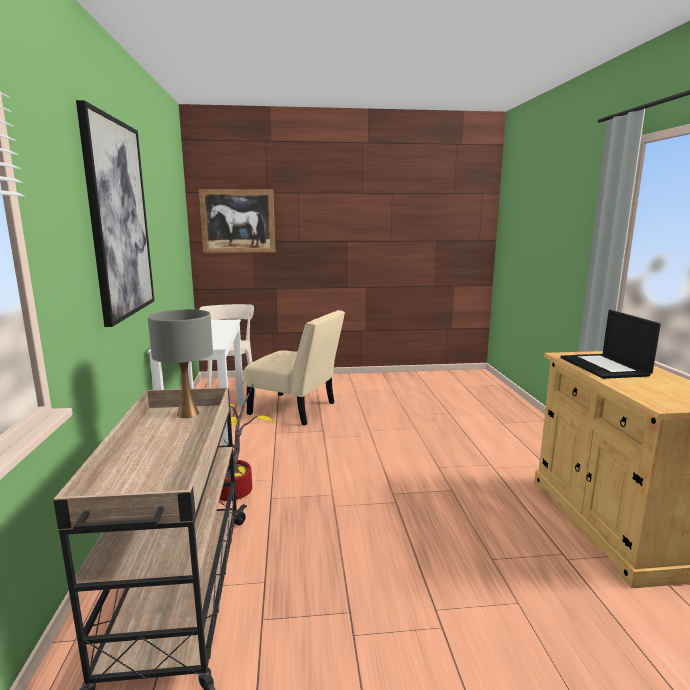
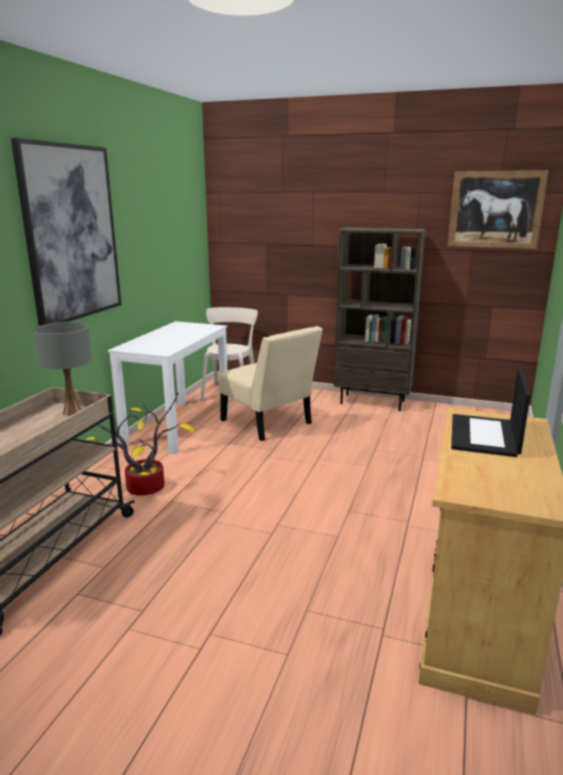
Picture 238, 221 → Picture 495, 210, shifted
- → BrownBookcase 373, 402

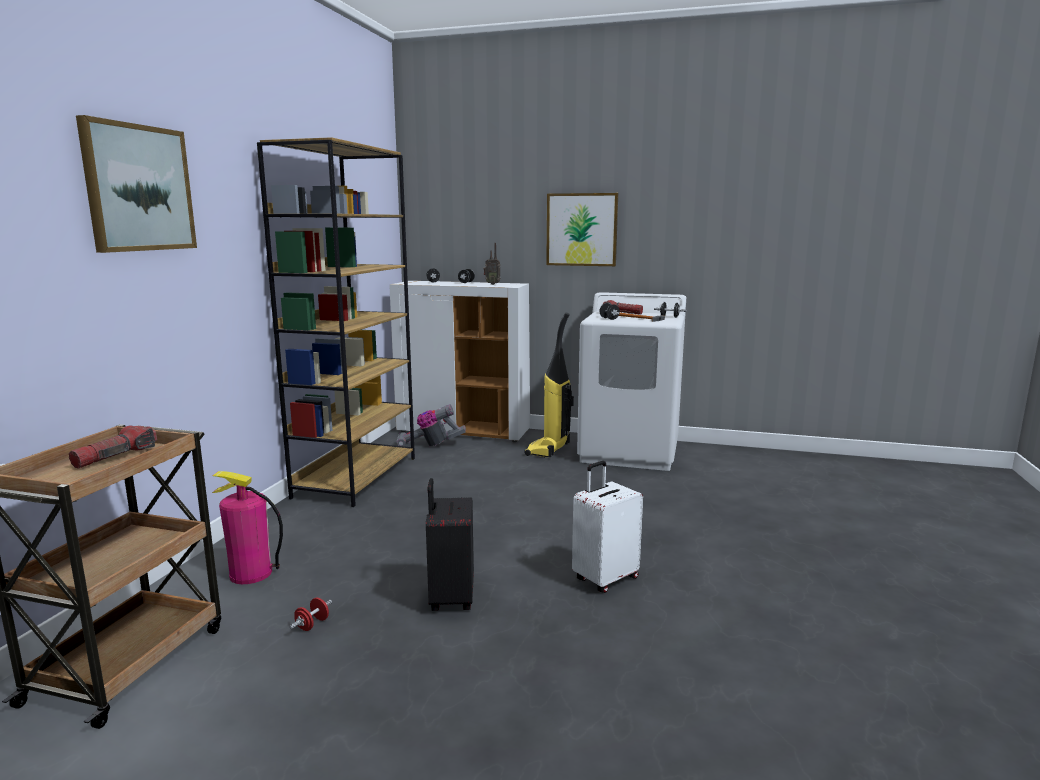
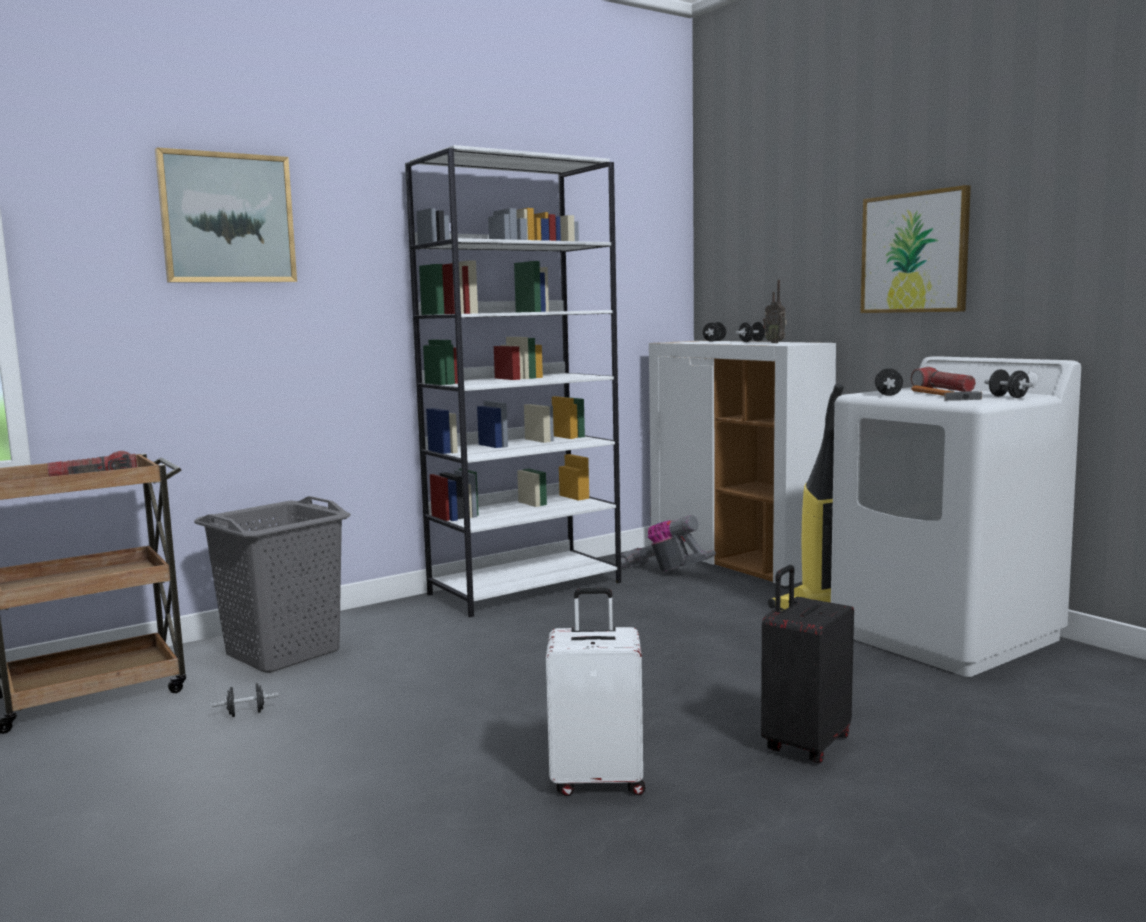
BrownBookcase 356, 477 → WhiteBookcase 526, 588
FireExtinguisher 251, 574 → GreyLaundryBasket 282, 653
BlackSuitcase 450, 598 → BlackSuitcase 804, 744, shifted
RedDumbbell 312, 624 → BlackDumbbell 246, 713

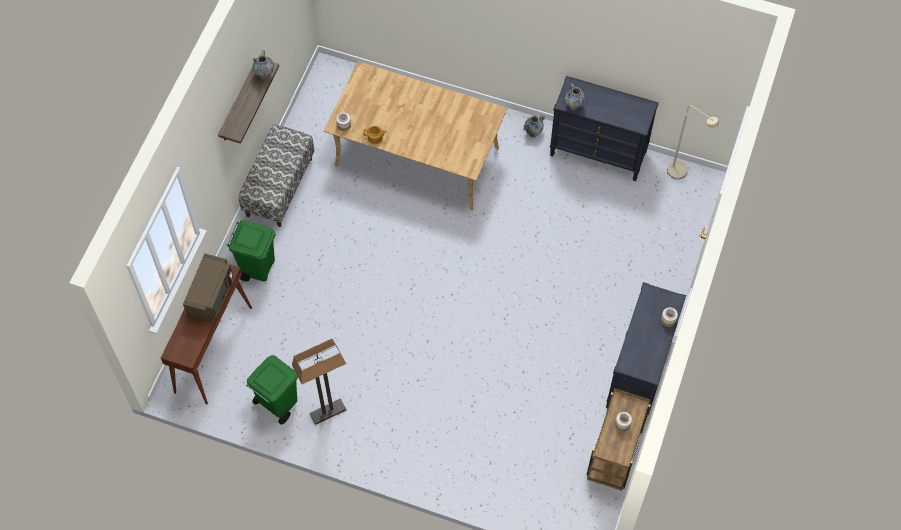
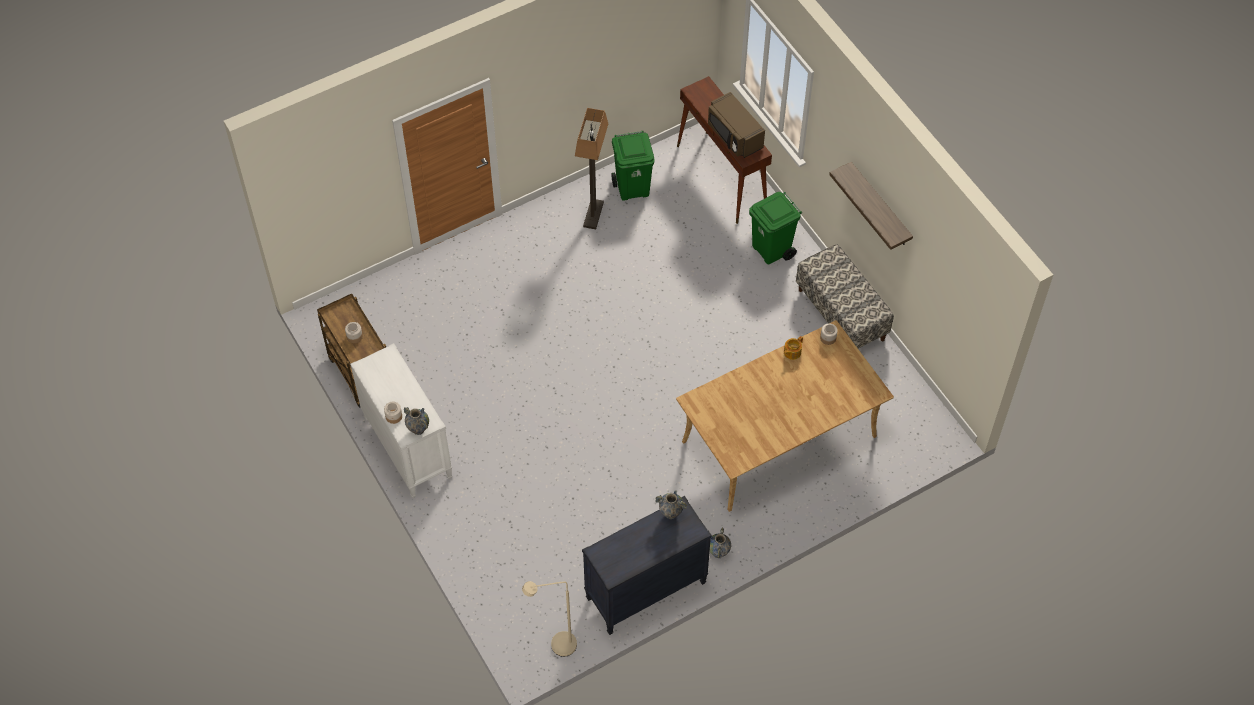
Vase 265, 75 → Vase 418, 429, shifted
BlackDresser 639, 373 → WhiteDresser 407, 448

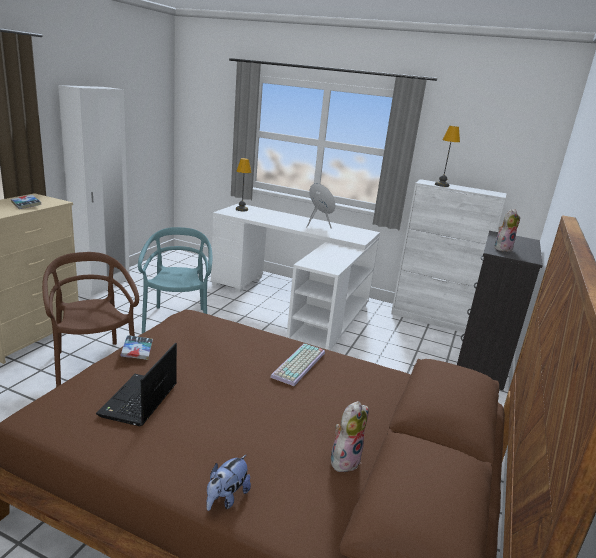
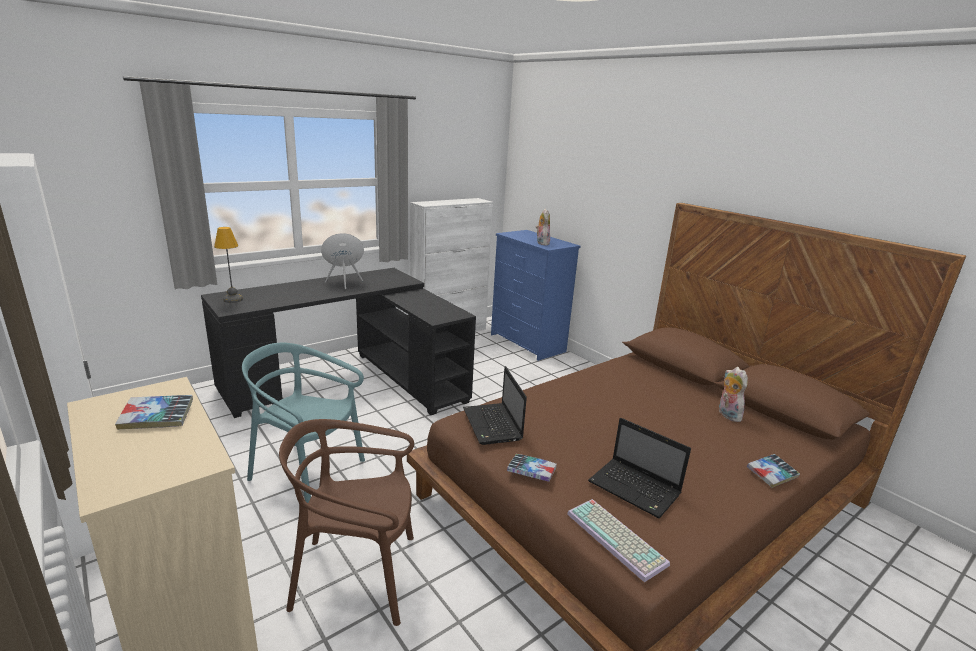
TableLamp 441, 185 → -
WhiteDesk 296, 304 → BlackDesk 352, 381
BlackDresser 480, 363 → BlueDresser 527, 343
Keyboard 299, 365 → Keyboard 618, 538, shifted
PlushToy 226, 498 → Book 771, 474
- → Laptop 493, 425

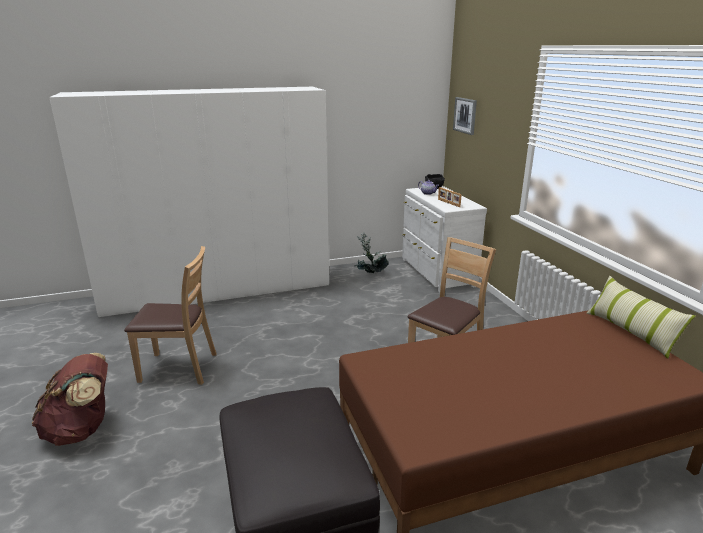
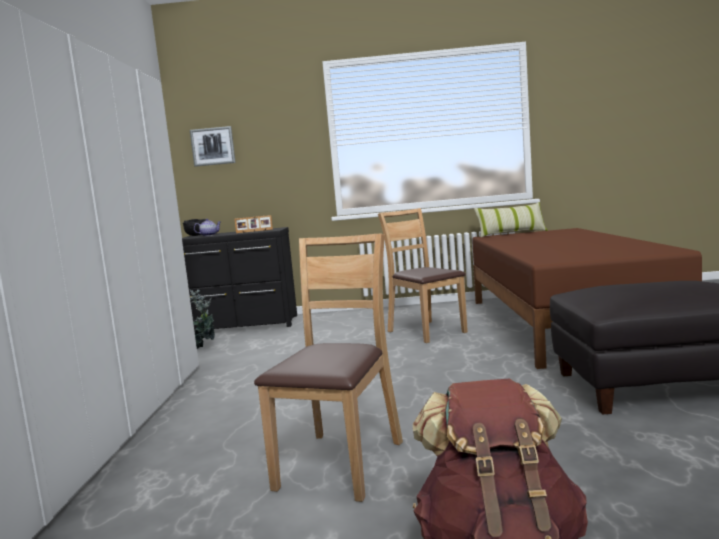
WhiteDresser 436, 273 → BlackDresser 244, 325

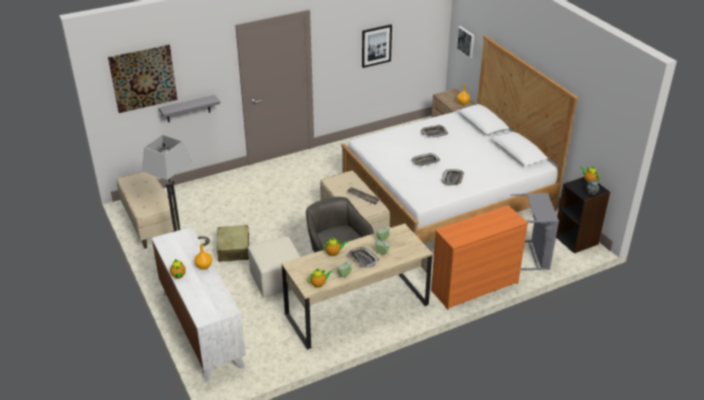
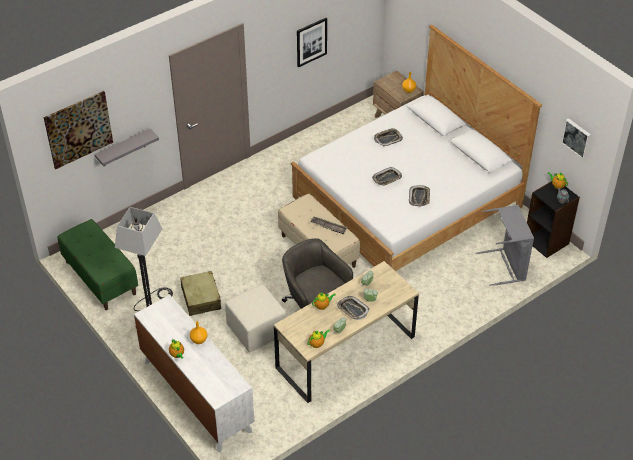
Picture 466, 41 → Picture 577, 137, shifted
BeigeBench 149, 223 → GreenBench 100, 278
OrangeDresser 474, 286 → -

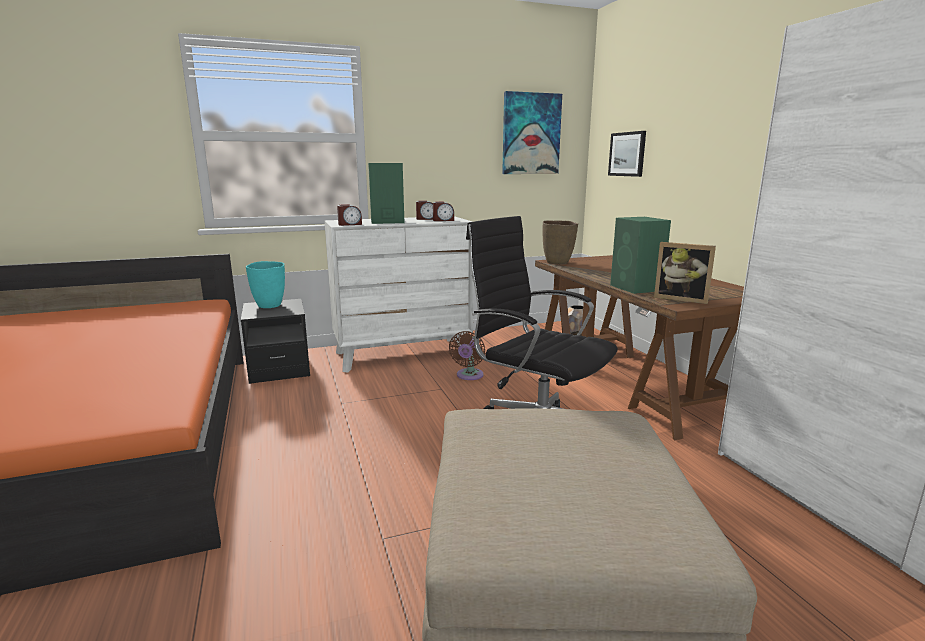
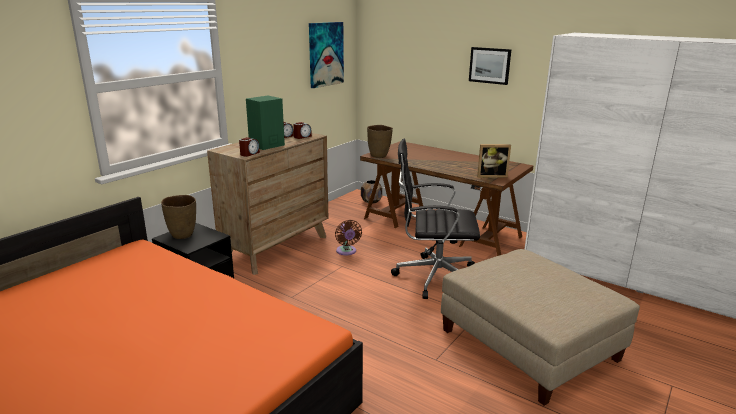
Picture 627, 154 → Picture 489, 65, shifted
WhiteDresser 402, 354 → BrownDresser 276, 248
GreenSpeaker 636, 288 → -
TurquoiseVase 269, 305 → BrownVase 183, 235

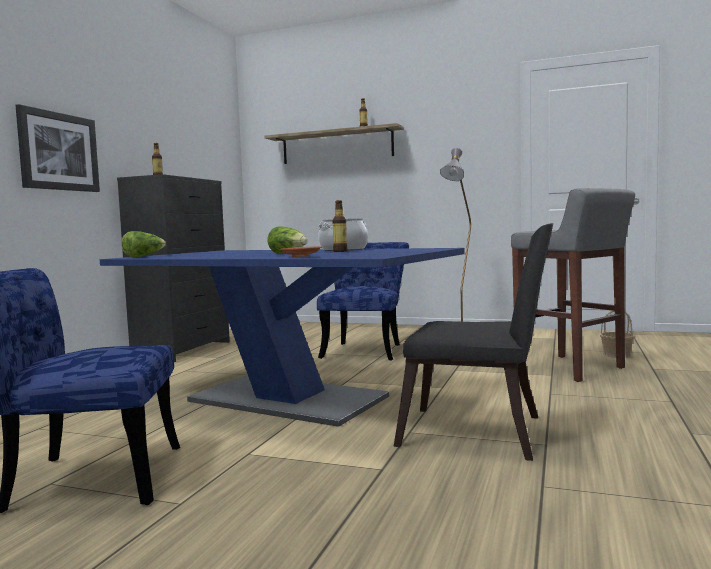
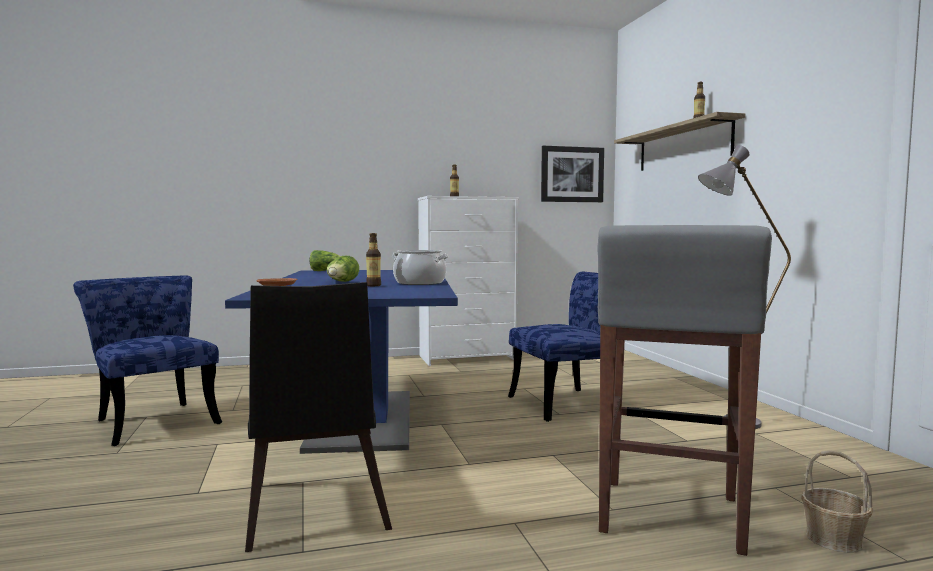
Picture 58, 151 → Picture 572, 174, shifted
BlackDresser 183, 350 → WhiteDresser 468, 358

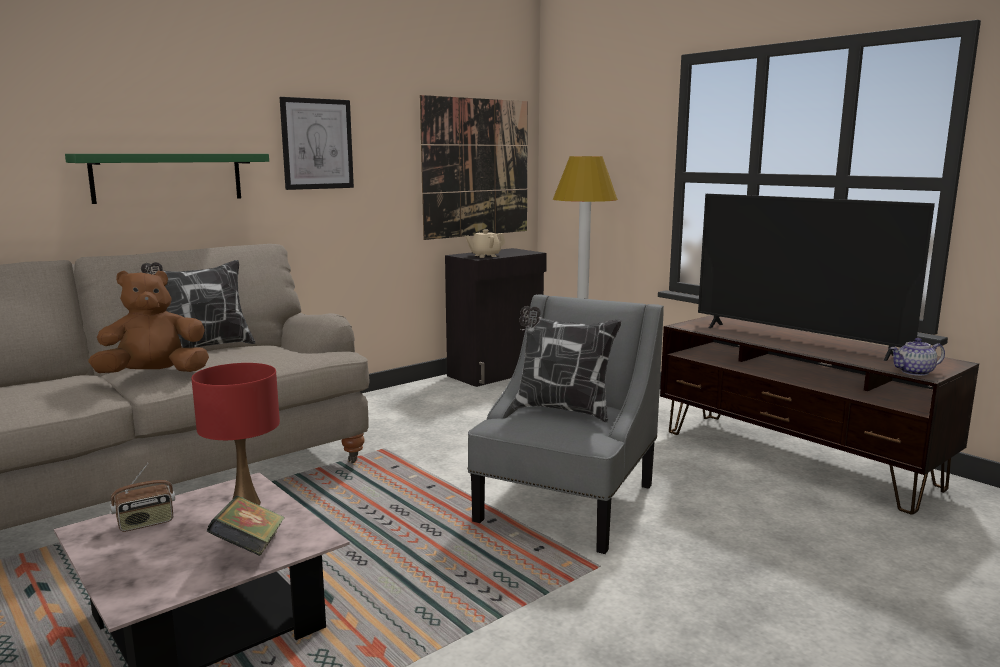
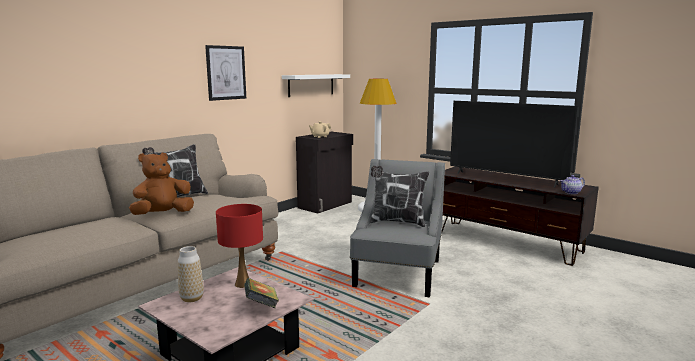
Picture 476, 168 → WhiteShelf 311, 85
GreenShelf 168, 177 → -
Radio 146, 523 → Vase 192, 298

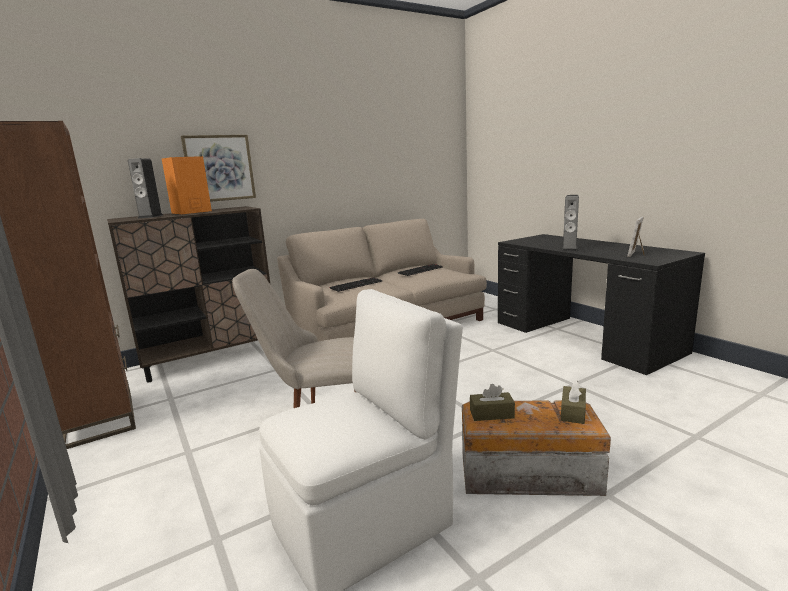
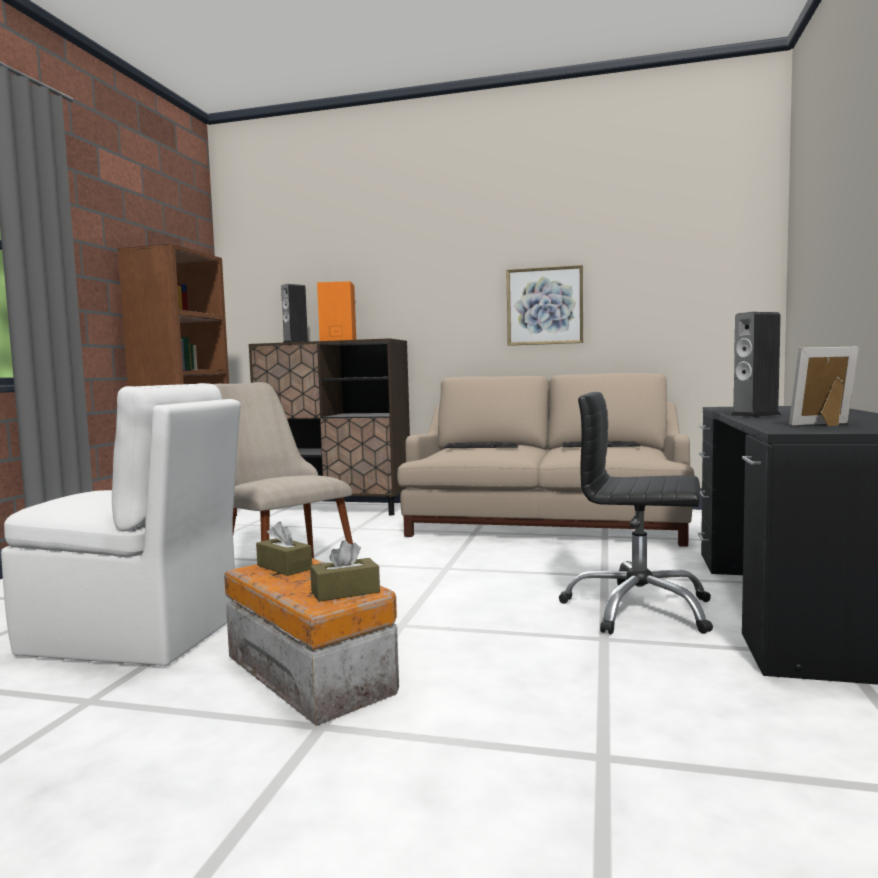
Picture 219, 168 → Picture 544, 306, shifted
- → BlackOfficeChair 638, 609

